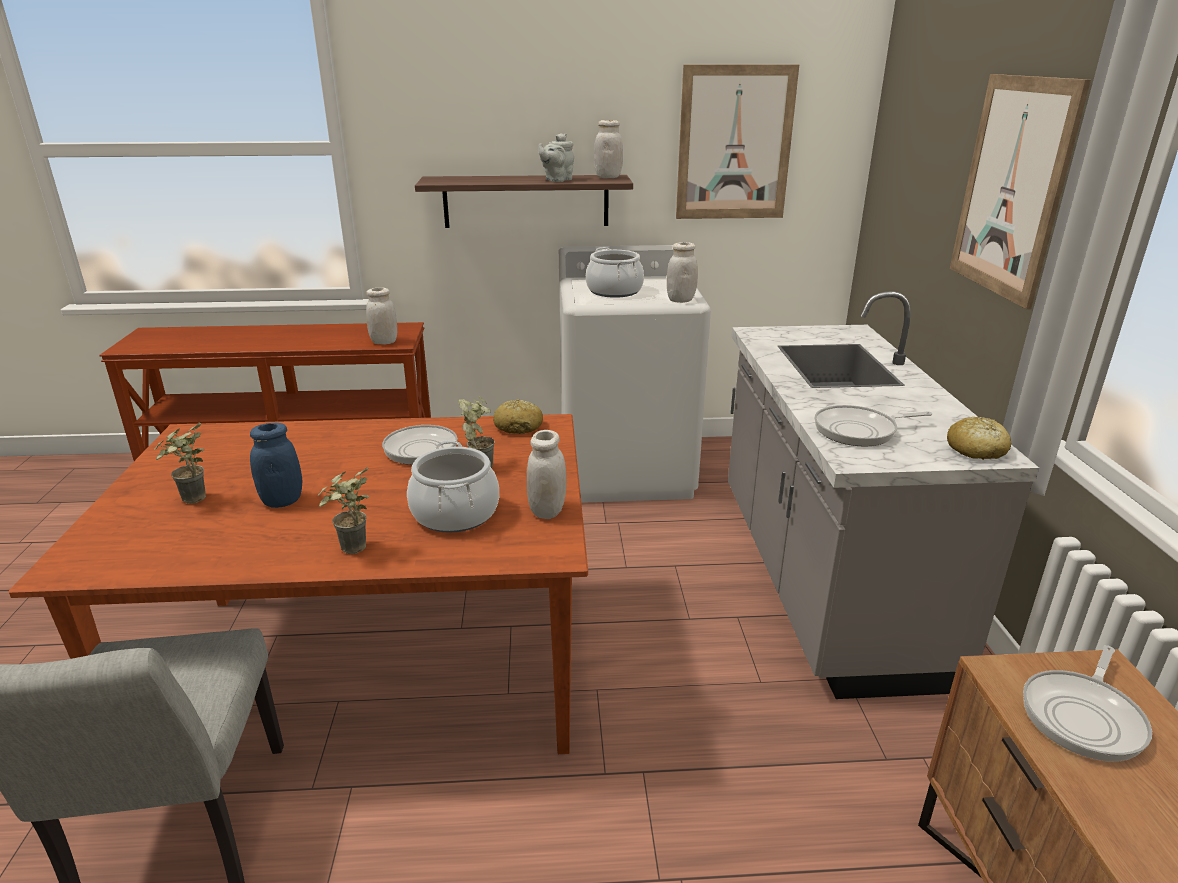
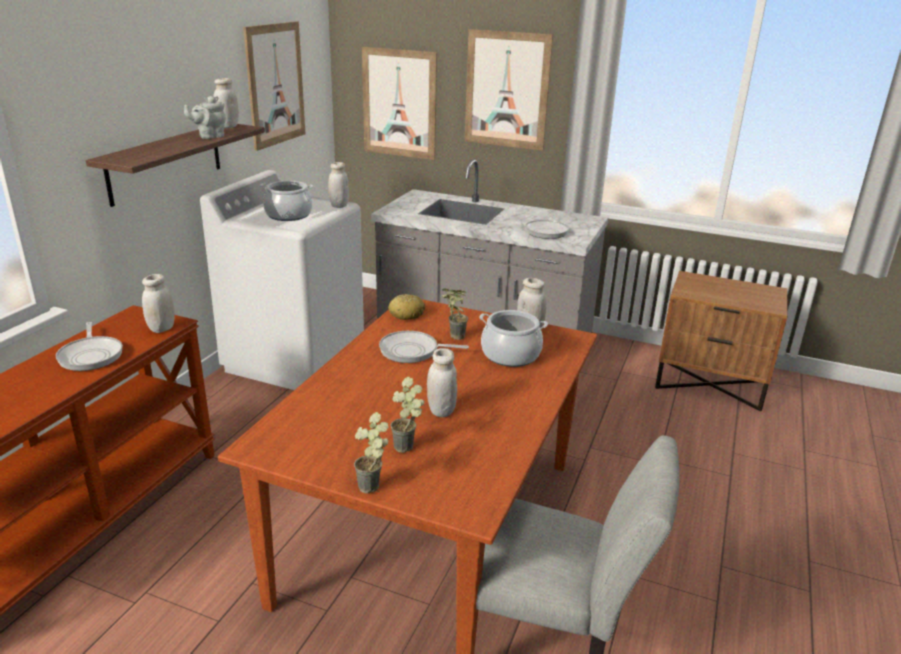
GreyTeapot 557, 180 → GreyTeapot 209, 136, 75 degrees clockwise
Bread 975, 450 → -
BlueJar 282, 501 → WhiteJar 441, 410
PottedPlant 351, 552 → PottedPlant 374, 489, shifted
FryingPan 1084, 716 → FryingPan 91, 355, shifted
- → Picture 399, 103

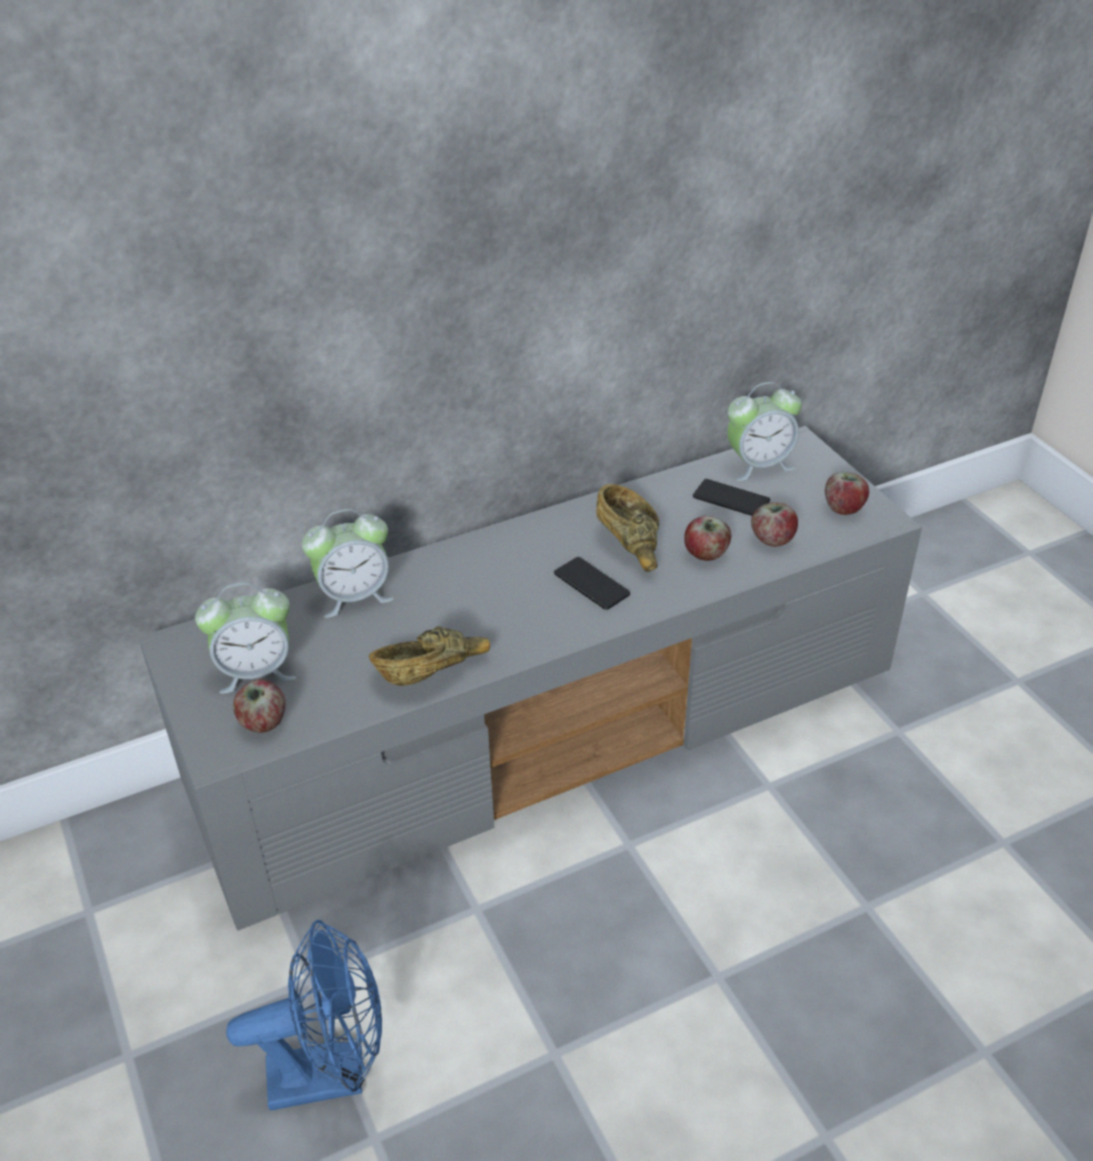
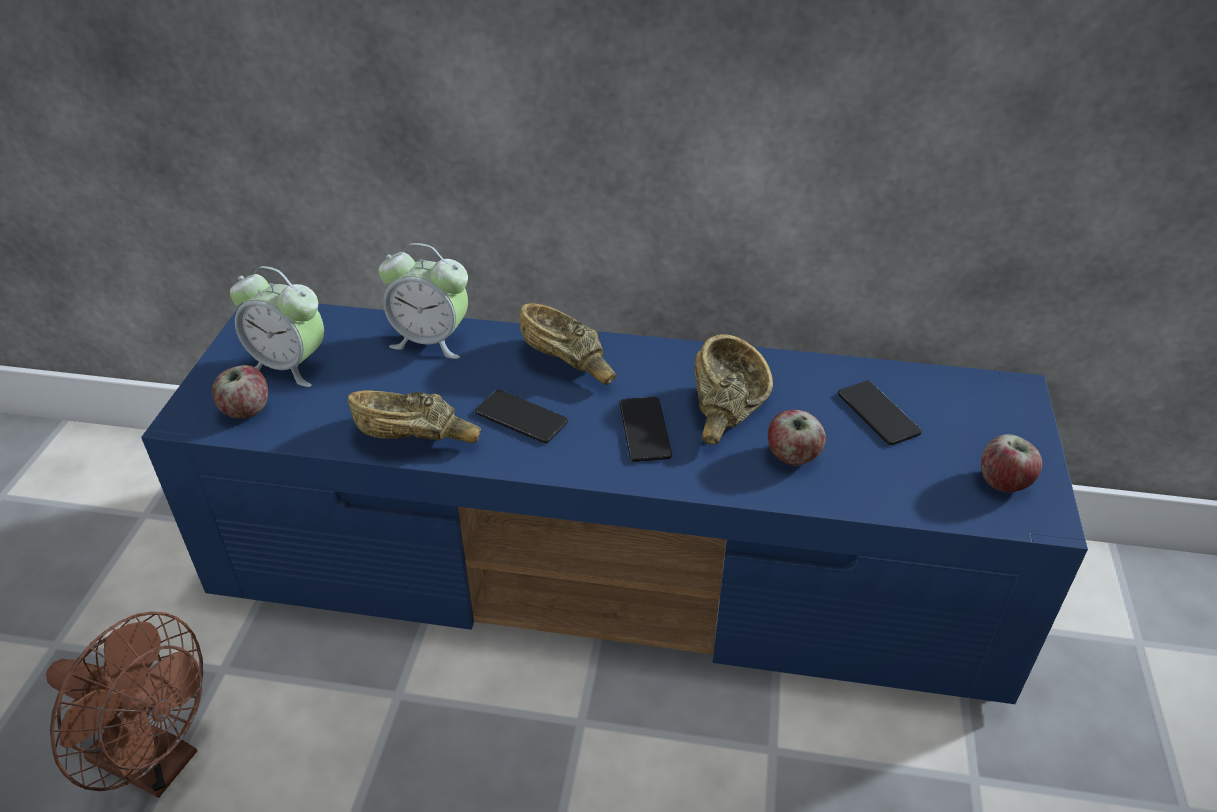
AlarmClock 759, 465 → -
GreyTvStand 552, 729 → BlueTvStand 613, 569
Apple 772, 539 → -
BlueFan 331, 1073 → BrownFan 157, 763
- → BrownBowl 573, 361
- → Phone 521, 417

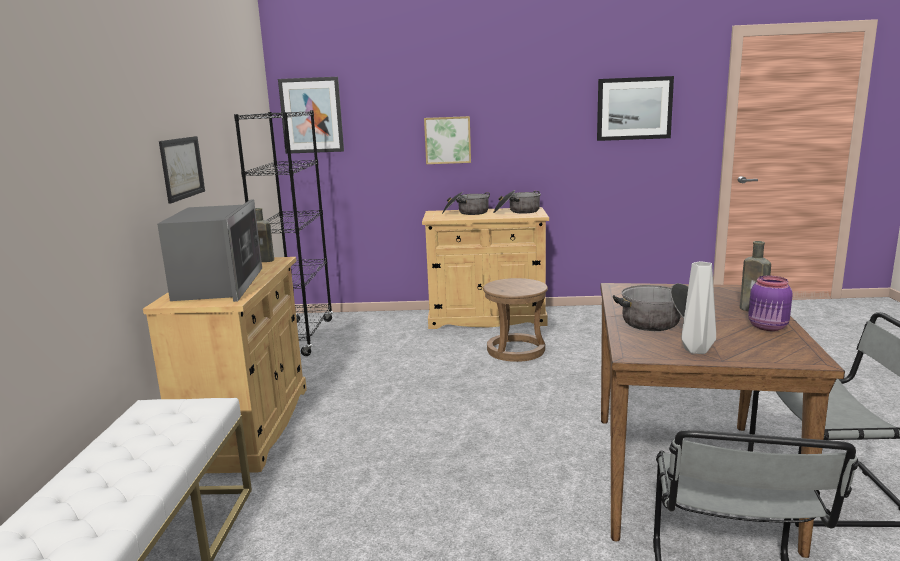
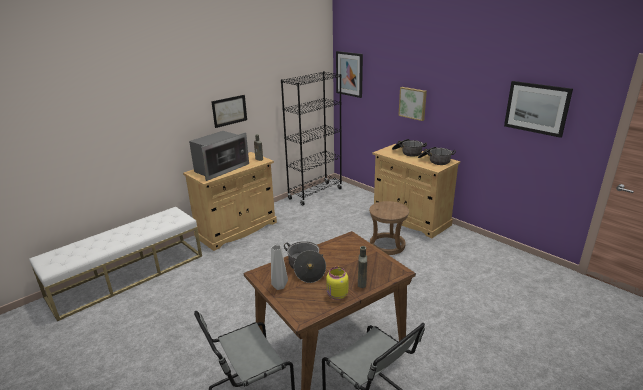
PurpleJar 768, 327 → YellowJar 337, 295

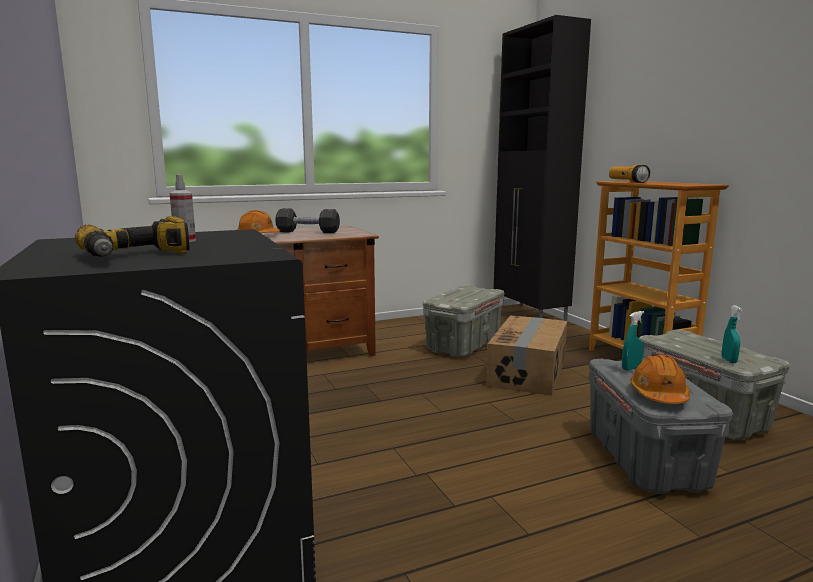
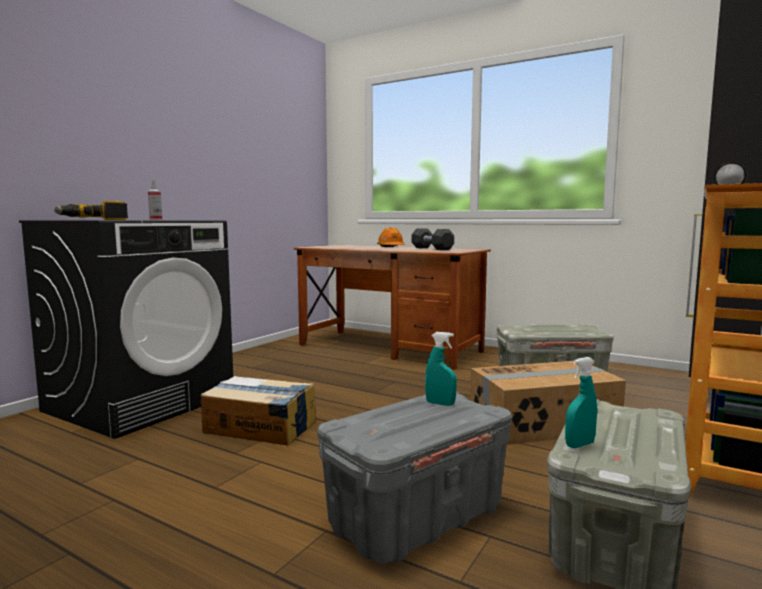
OrangeHardHat 659, 395 → -
- → CardboardBox 260, 427

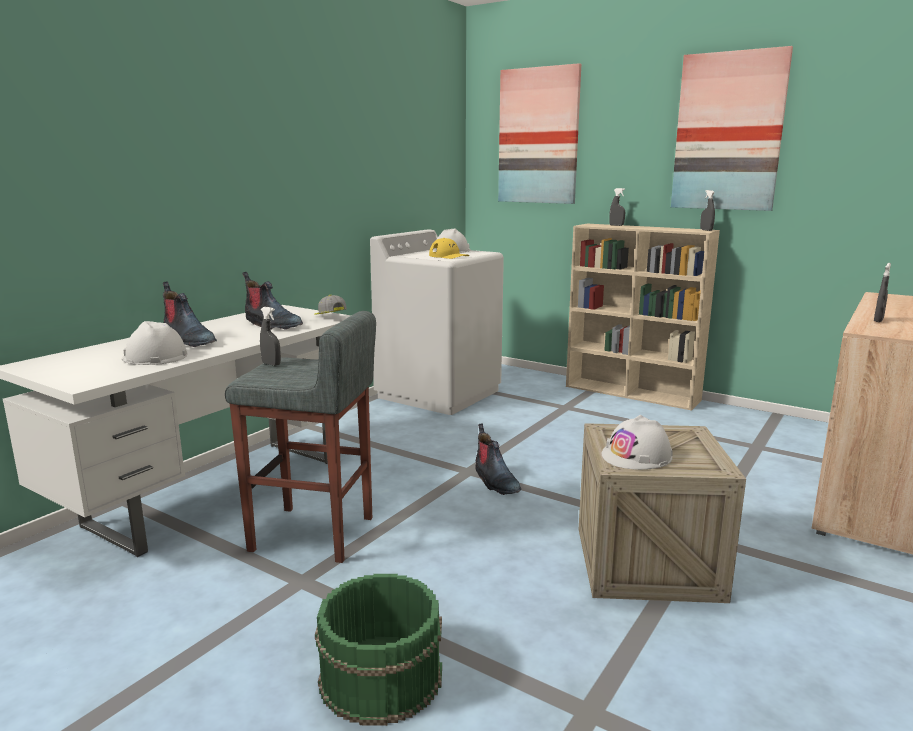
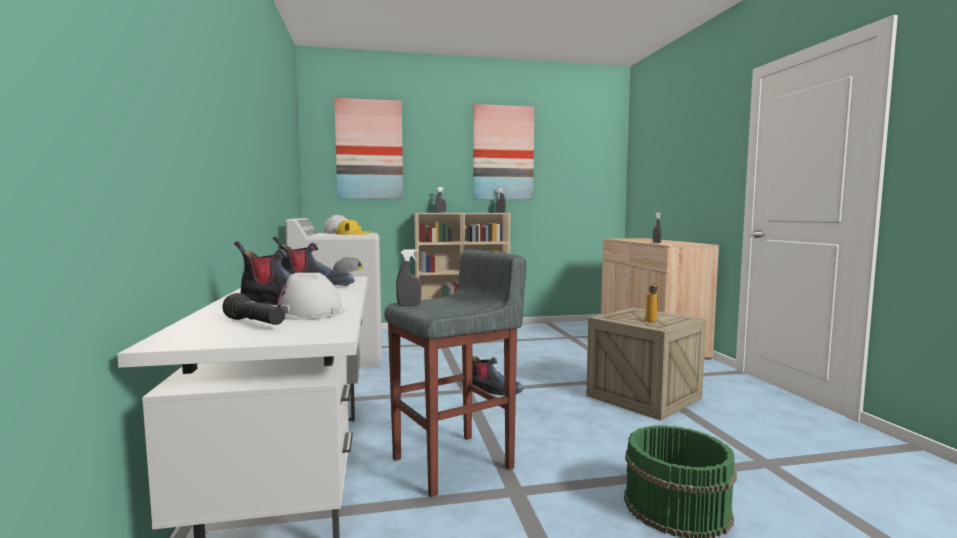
WhiteHardHat 637, 456 → Bottle 651, 322
- → BlackFlashlight 255, 324

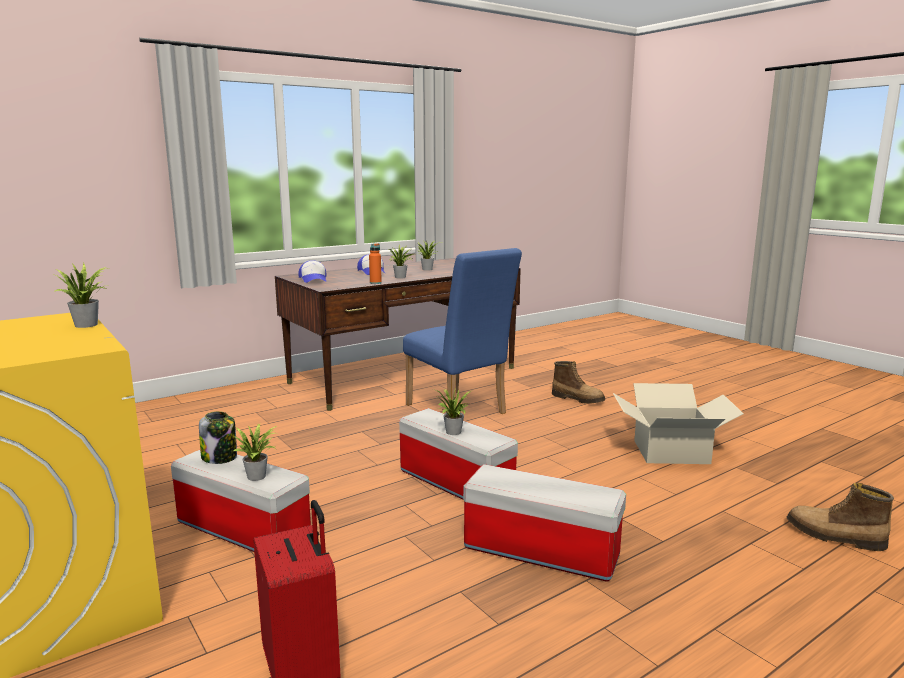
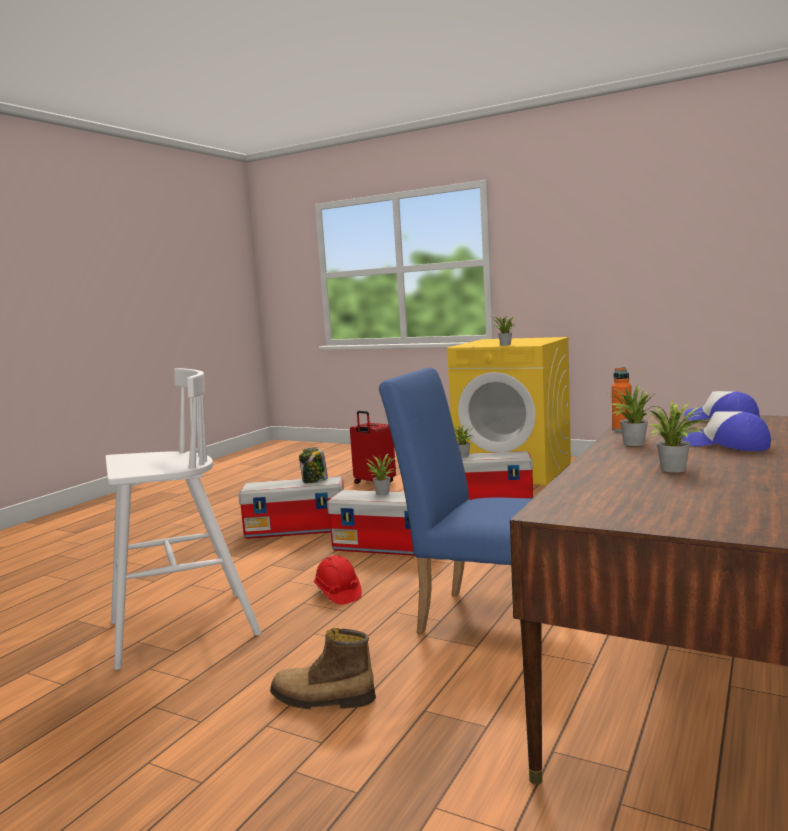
CardboardBox 670, 451 → WhiteStool 180, 629
Jar 220, 457 → Jar 314, 481, shifted
Boot 834, 537 → -
- → RedHardHat 338, 593

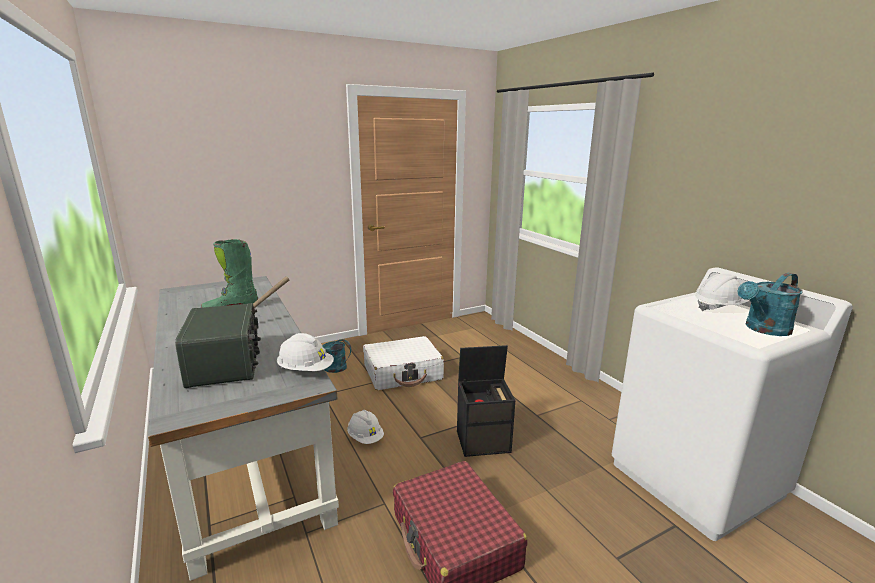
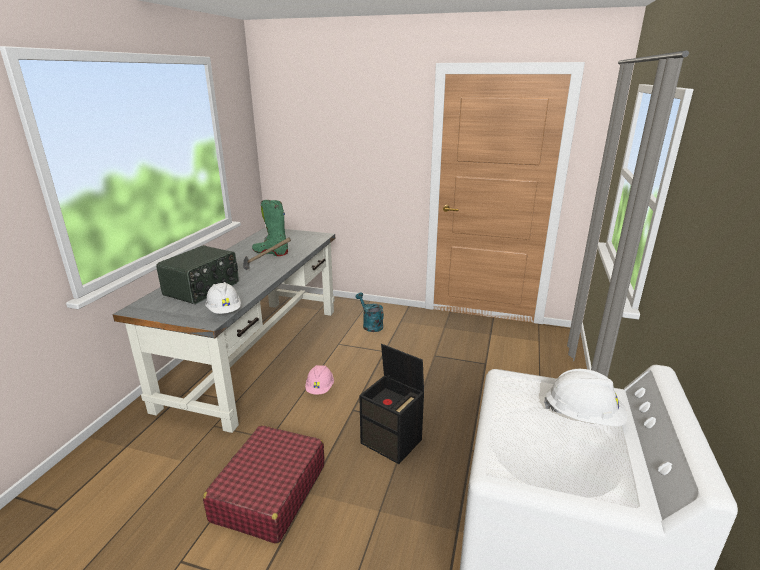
TurquoiseWateringCan 763, 329 → -
WhiteSuitcase 403, 373 → -
WhiteHardHat 365, 437 → PinkHardHat 320, 388

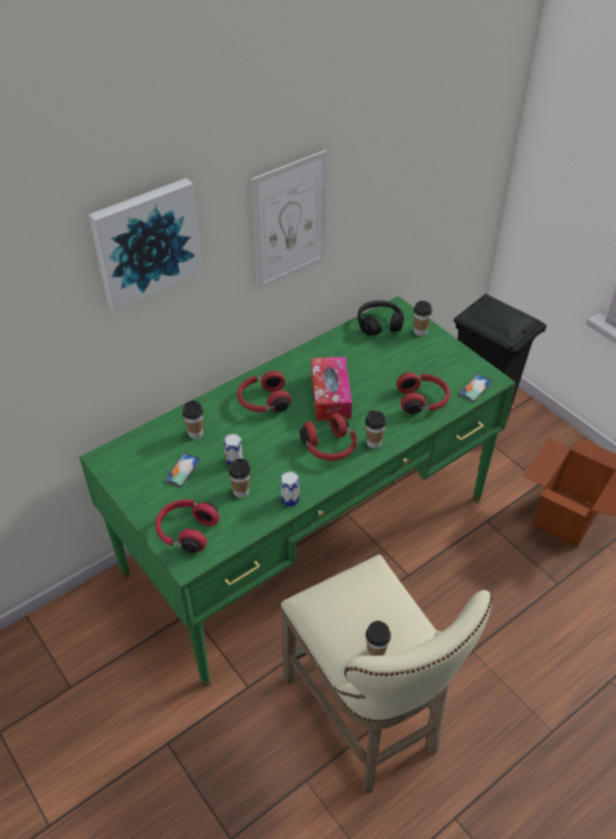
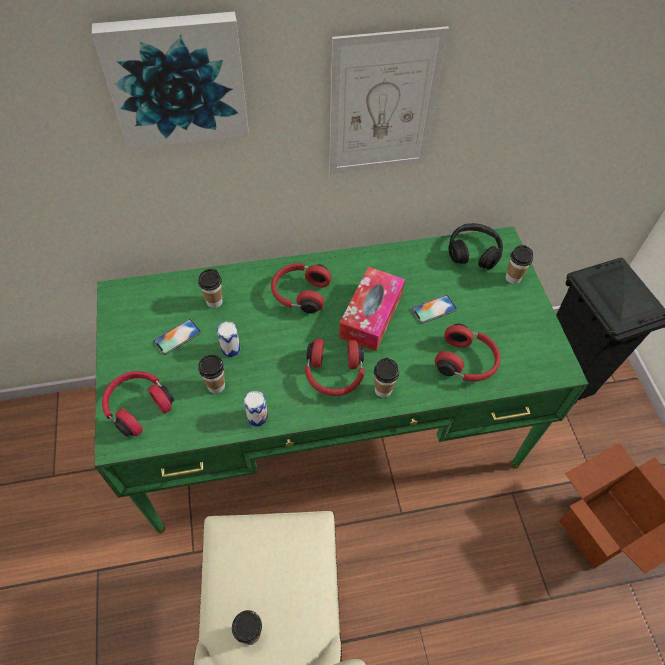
Phone 475, 388 → Phone 433, 309, shifted

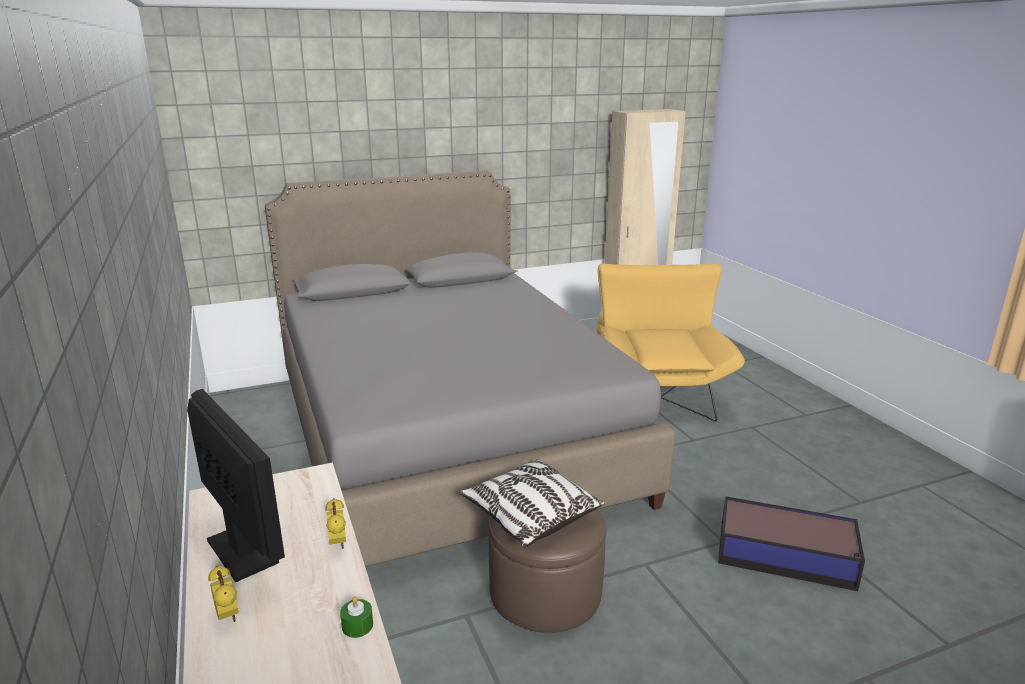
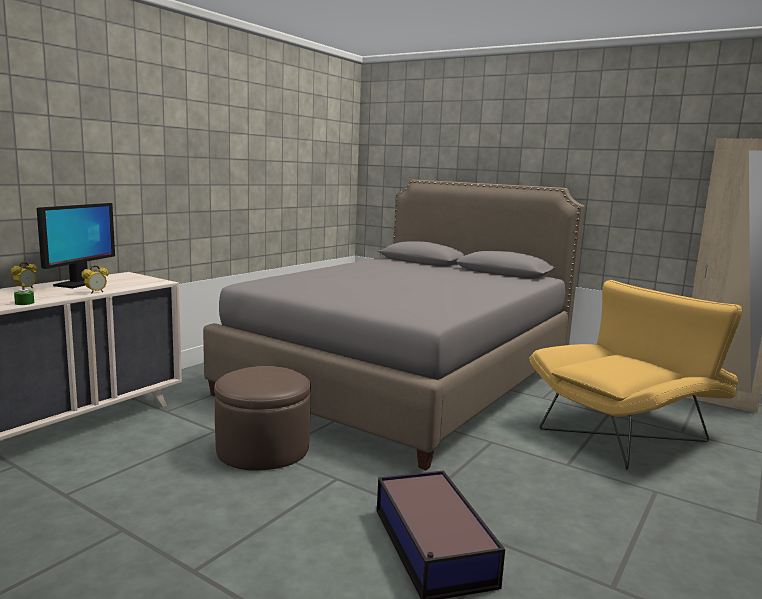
Pillow 530, 516 → -

